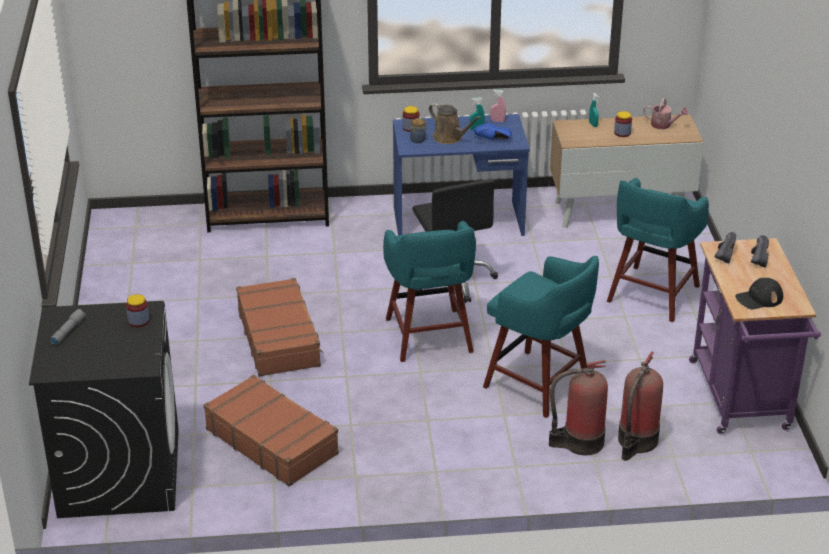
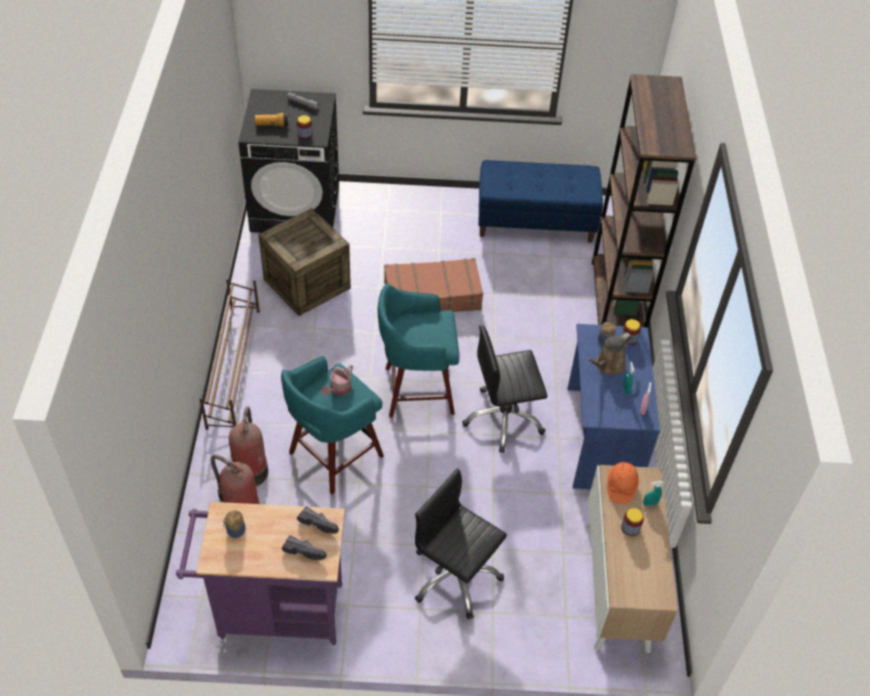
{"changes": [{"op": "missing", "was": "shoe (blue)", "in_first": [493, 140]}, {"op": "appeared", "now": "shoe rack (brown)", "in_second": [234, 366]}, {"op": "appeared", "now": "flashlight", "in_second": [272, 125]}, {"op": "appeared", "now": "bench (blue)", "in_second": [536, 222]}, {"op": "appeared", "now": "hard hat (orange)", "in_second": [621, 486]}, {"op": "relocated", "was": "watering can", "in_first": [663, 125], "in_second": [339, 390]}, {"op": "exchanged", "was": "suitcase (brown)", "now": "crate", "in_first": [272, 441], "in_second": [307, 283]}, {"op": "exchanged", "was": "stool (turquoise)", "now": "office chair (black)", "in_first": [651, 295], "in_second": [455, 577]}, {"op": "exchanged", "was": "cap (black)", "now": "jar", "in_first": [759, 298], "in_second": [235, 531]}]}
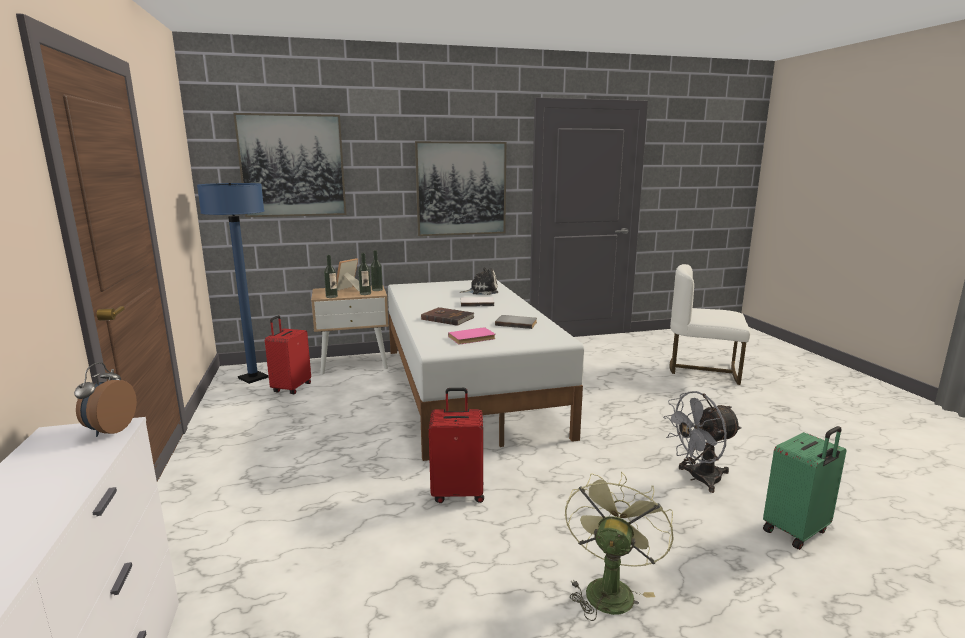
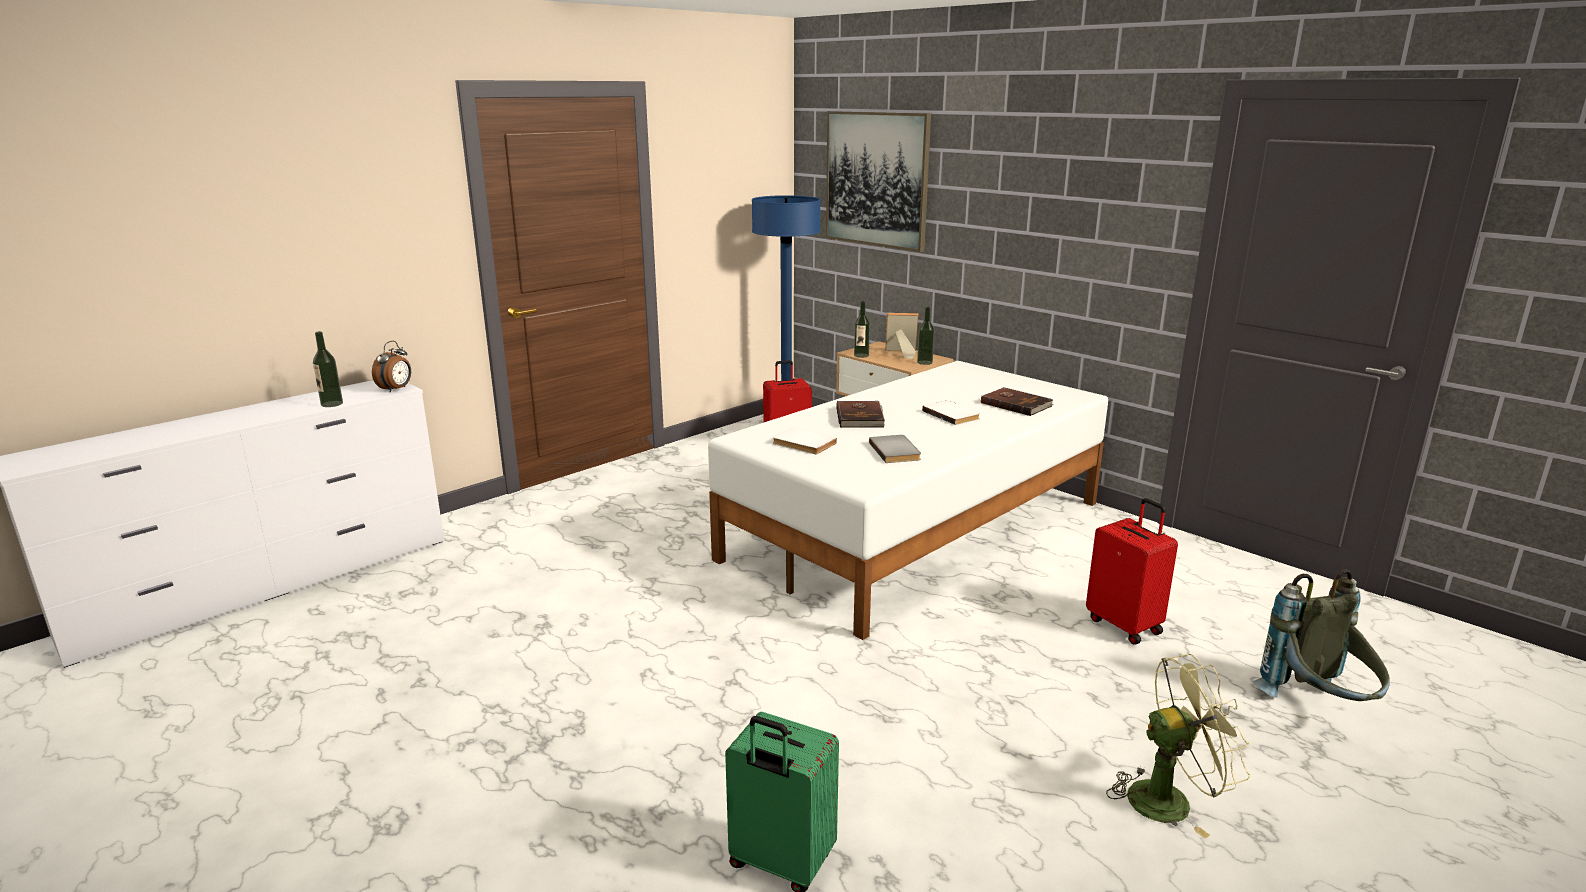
{"changes": [{"op": "missing", "was": "picture", "in_first": [461, 188]}, {"op": "missing", "was": "fan (grey)", "in_first": [698, 479]}, {"op": "relocated", "was": "bottle", "in_first": [365, 293], "in_second": [332, 404]}, {"op": "relocated", "was": "suitcase (red)", "in_first": [458, 492], "in_second": [1125, 625]}, {"op": "relocated", "was": "fan (green)", "in_first": [609, 588], "in_second": [1170, 799]}, {"op": "exchanged", "was": "plush toy", "now": "book (brown)", "in_first": [481, 291], "in_second": [1016, 404]}, {"op": "exchanged", "was": "chair (white)", "now": "backpack (grey)", "in_first": [703, 369], "in_second": [1319, 708]}, {"op": "colour", "was": "book (pink)", "now": "book (white)", "in_first": [472, 338], "in_second": [802, 444]}, {"op": "spun", "was": "alarm clock", "in_first": [109, 430], "in_second": [396, 389], "clockwise": 135}]}
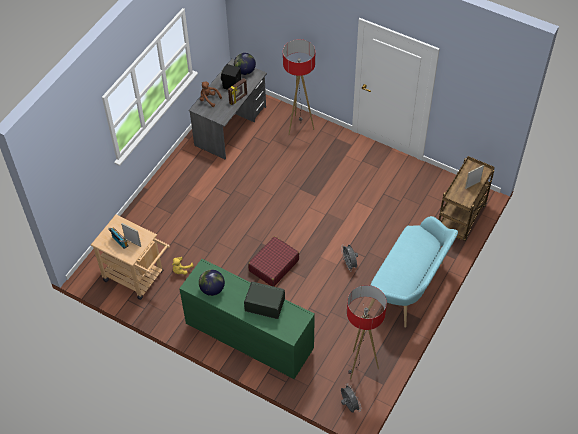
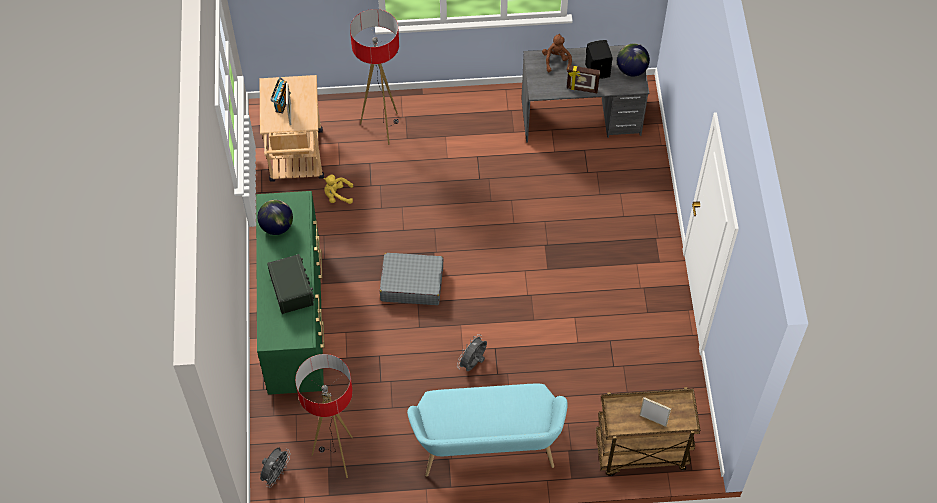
{"changes": [{"op": "relocated", "was": "floor lamp", "in_first": [299, 126], "in_second": [382, 127]}, {"op": "colour", "was": "suitcase (red)", "now": "suitcase (grey)", "in_first": [273, 265], "in_second": [411, 284]}]}
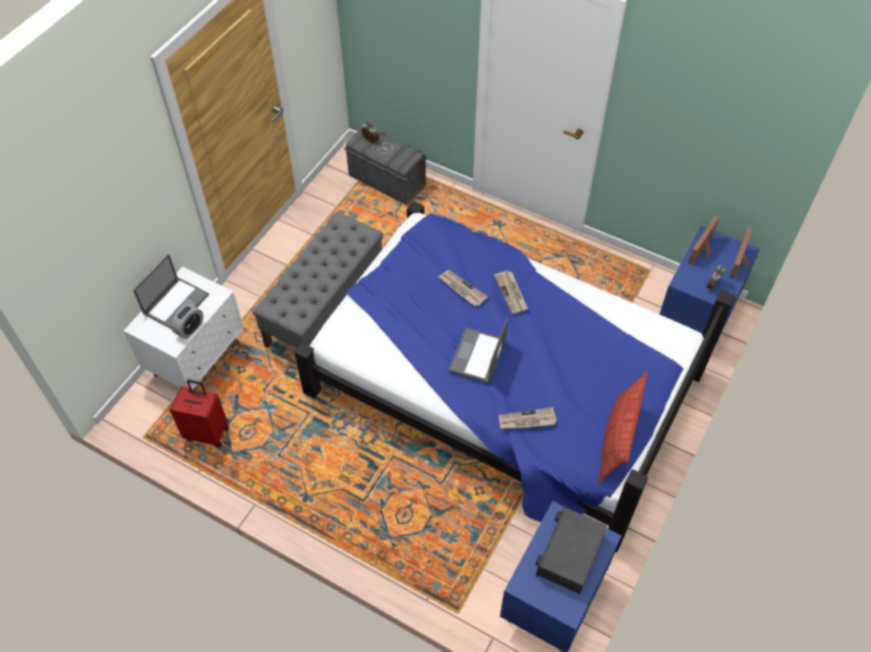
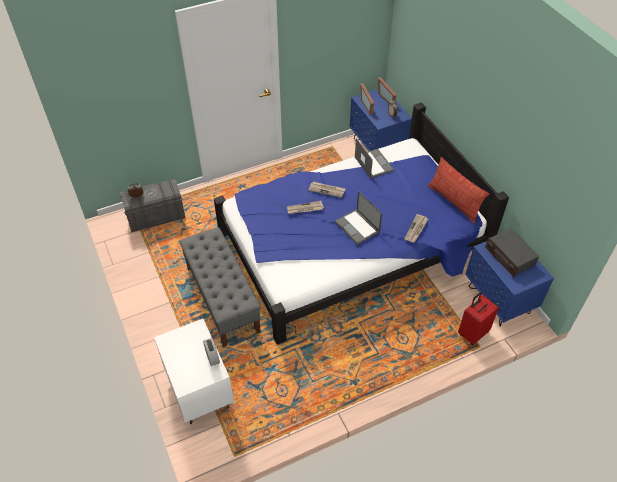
{"changes": [{"op": "relocated", "was": "laptop", "in_first": [176, 303], "in_second": [373, 163]}, {"op": "relocated", "was": "suitcase (red)", "in_first": [207, 432], "in_second": [472, 333]}]}
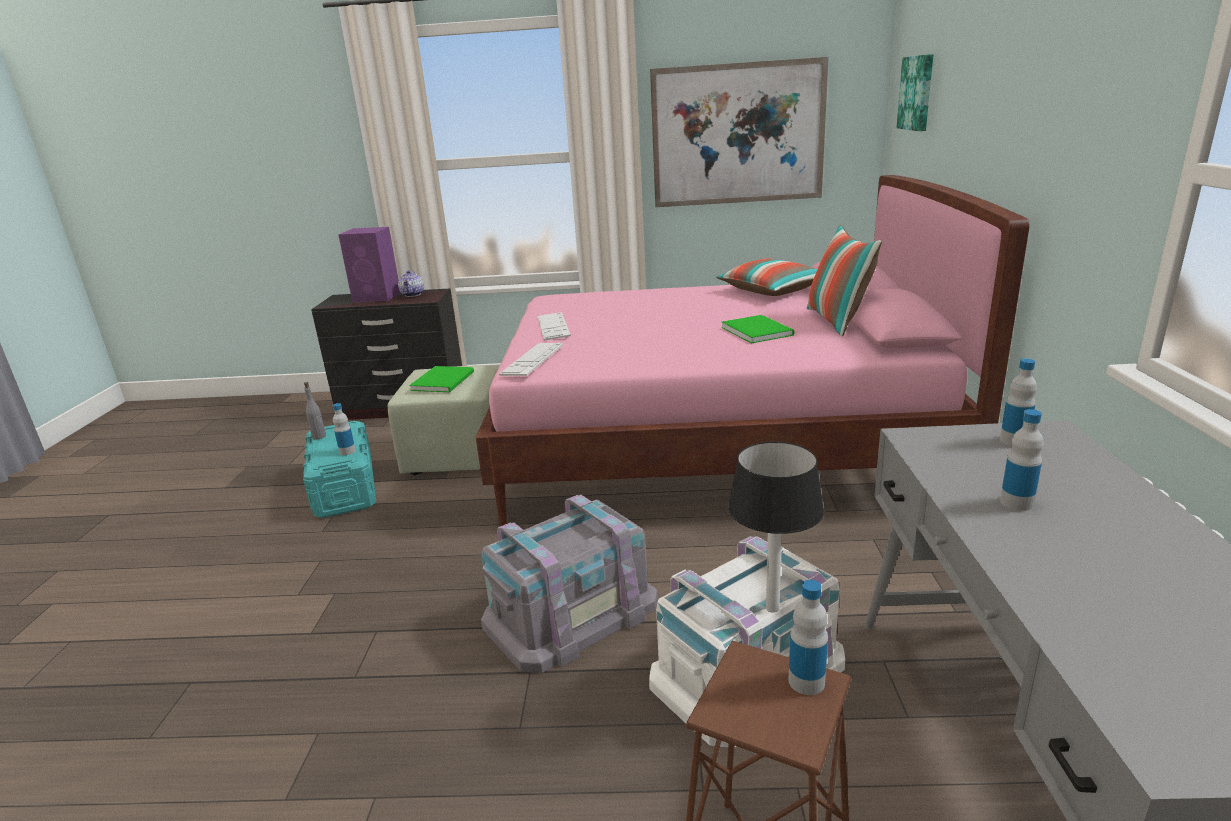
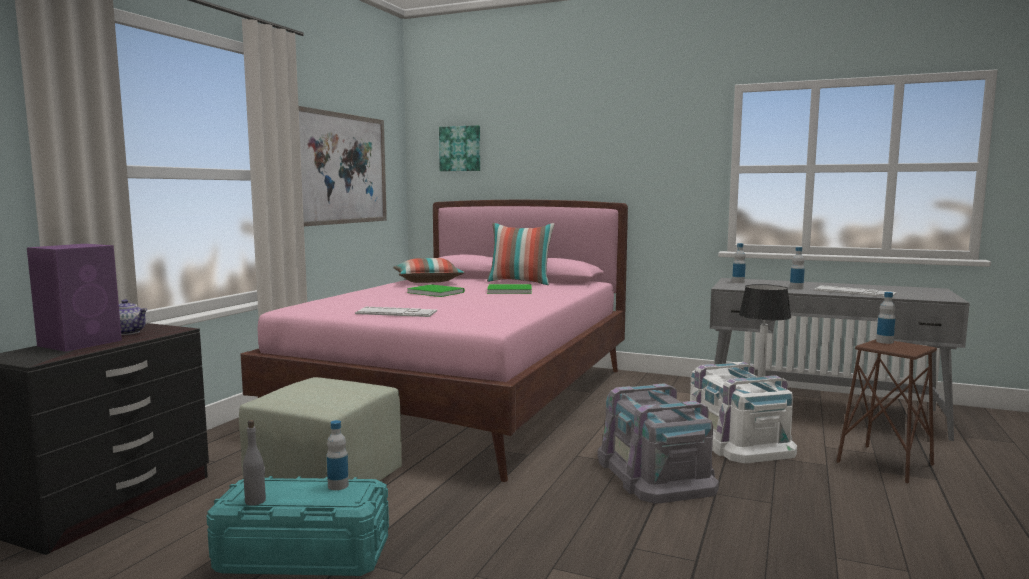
{"changes": [{"op": "relocated", "was": "book (green)", "in_first": [445, 380], "in_second": [435, 292]}, {"op": "relocated", "was": "keyboard", "in_first": [533, 360], "in_second": [854, 292]}]}
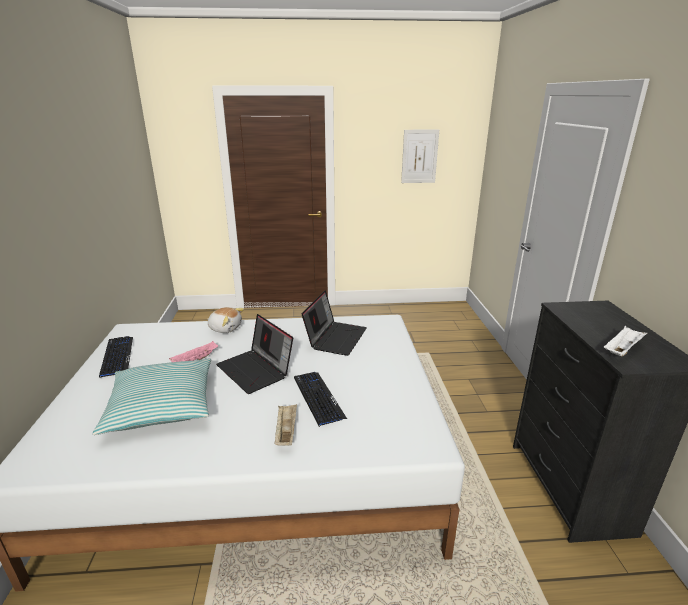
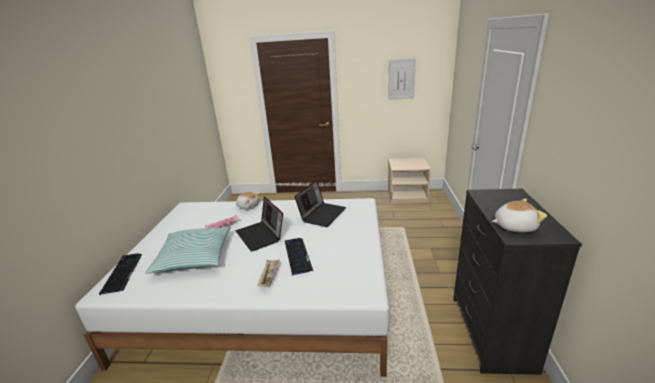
{"changes": [{"op": "appeared", "now": "nightstand (beige)", "in_second": [407, 196]}, {"op": "relocated", "was": "keyboard", "in_first": [117, 356], "in_second": [122, 273]}, {"op": "exchanged", "was": "tray (white)", "now": "plush toy", "in_first": [622, 350], "in_second": [514, 226]}]}
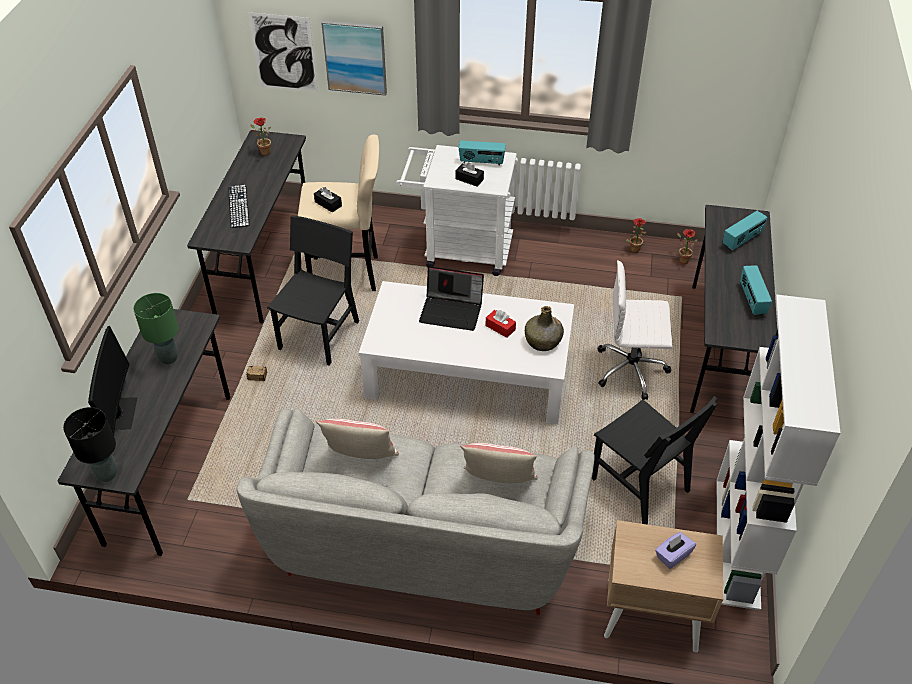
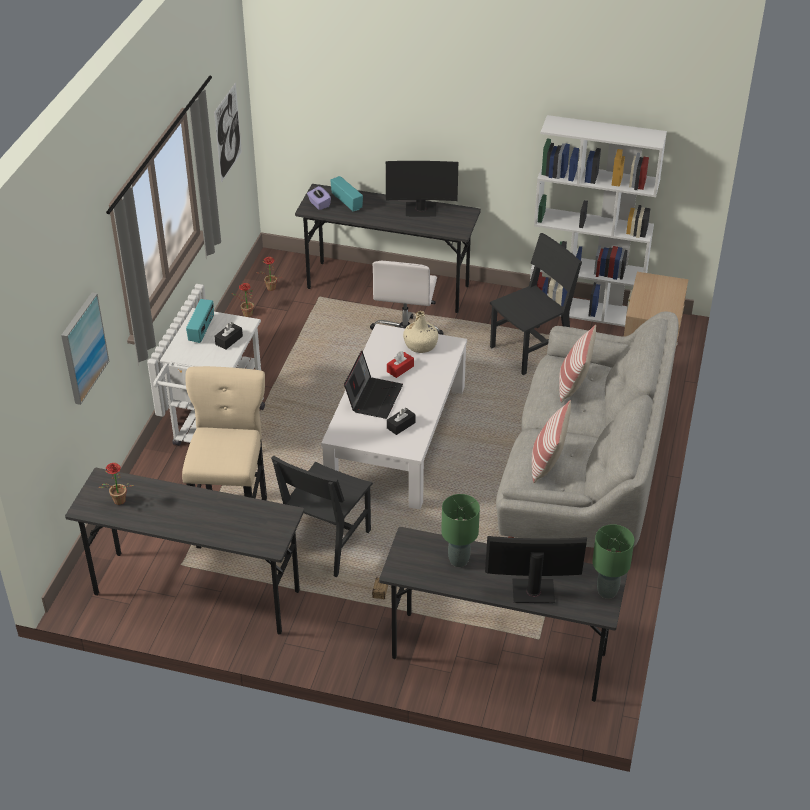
{"changes": [{"op": "missing", "was": "keyboard", "in_first": [238, 206]}, {"op": "relocated", "was": "picture", "in_first": [284, 52], "in_second": [228, 132]}, {"op": "relocated", "was": "tissue box (black)", "in_first": [328, 204], "in_second": [401, 425]}, {"op": "relocated", "was": "tissue box (purple)", "in_first": [672, 555], "in_second": [319, 204]}, {"op": "exchanged", "was": "radio", "now": "monitor", "in_first": [751, 299], "in_second": [421, 210]}, {"op": "colour", "was": "table lamp (black)", "now": "table lamp (green)", "in_first": [106, 475], "in_second": [607, 591]}, {"op": "colour", "was": "bottle (green)", "now": "bottle (beige)", "in_first": [543, 341], "in_second": [421, 345]}, {"op": "spun", "was": "chair (black)", "in_first": [319, 335], "in_second": [326, 543], "clockwise": -90}]}
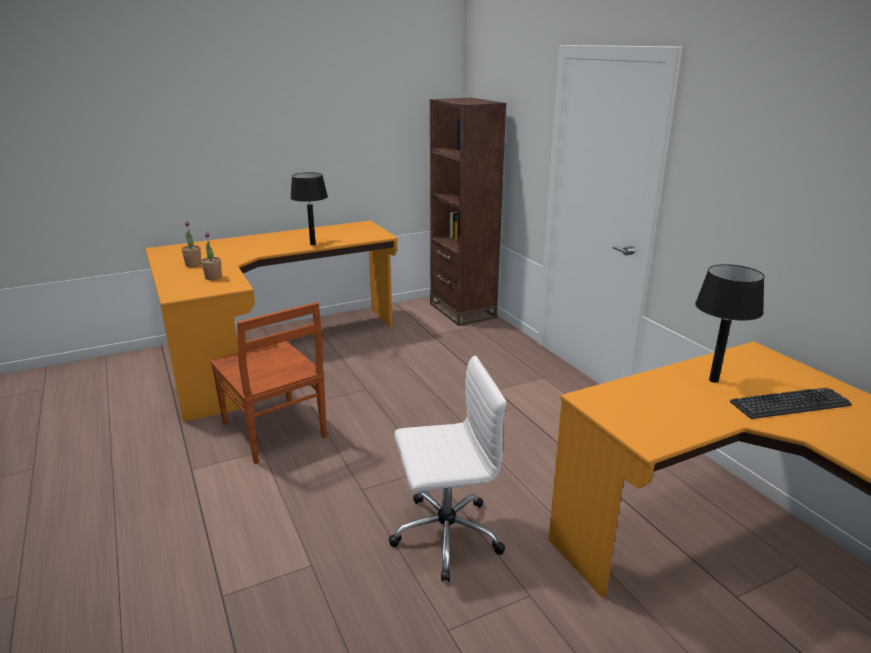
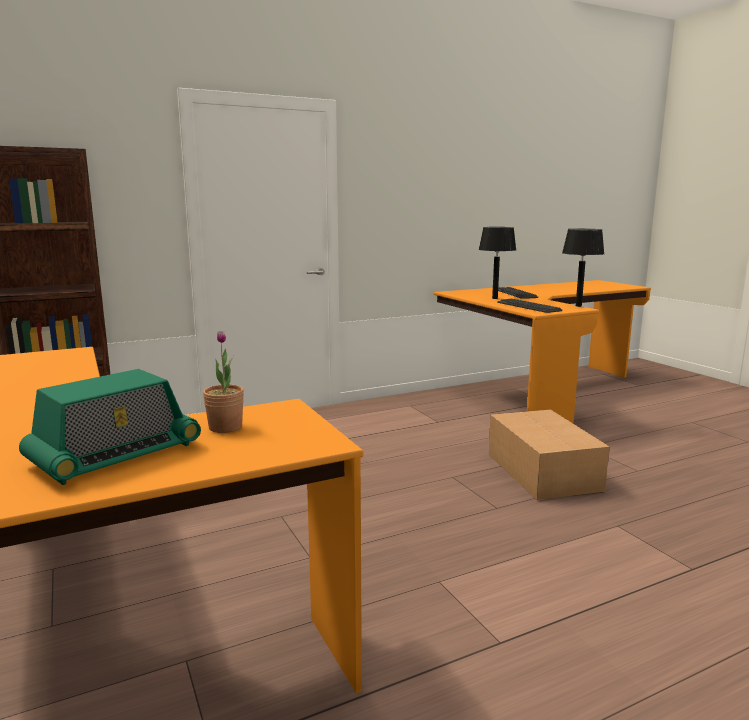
{"changes": [{"op": "missing", "was": "chair (brown)", "in_first": [275, 431]}, {"op": "appeared", "now": "keyboard", "in_second": [528, 307]}, {"op": "relocated", "was": "table lamp (black)", "in_first": [312, 244], "in_second": [579, 306]}, {"op": "exchanged", "was": "potted plant", "now": "radio", "in_first": [193, 265], "in_second": [115, 455]}, {"op": "exchanged", "was": "office chair (white)", "now": "cardboard box", "in_first": [444, 535], "in_second": [542, 471]}]}
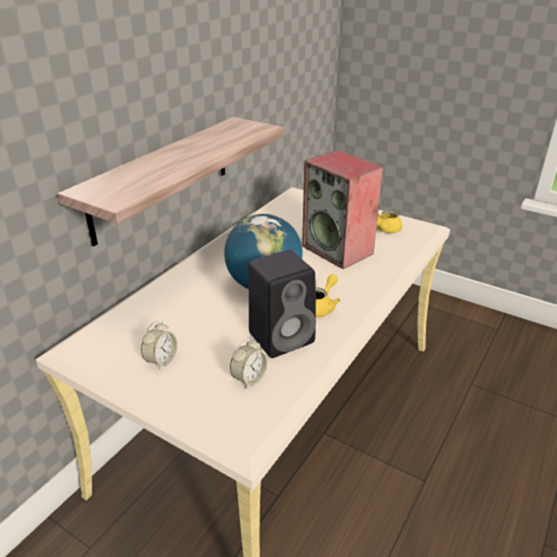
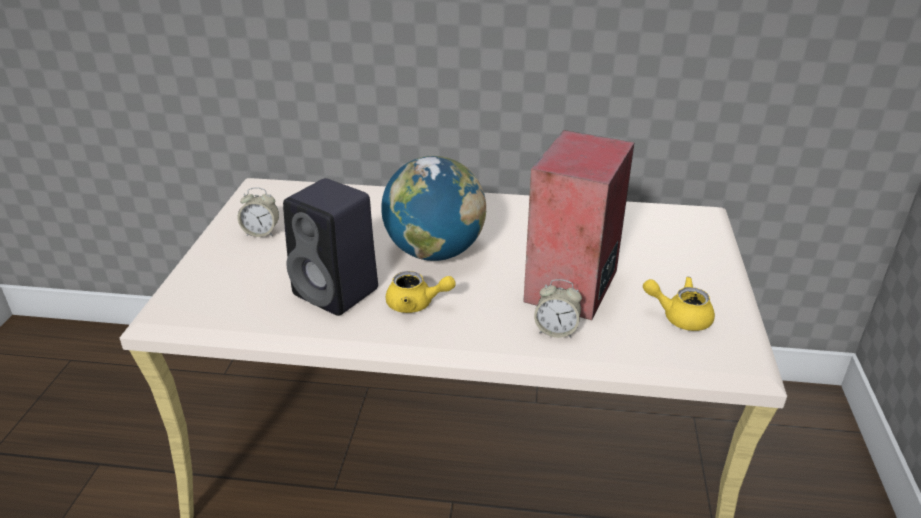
{"changes": [{"op": "missing", "was": "shelf", "in_first": [162, 177]}, {"op": "relocated", "was": "alarm clock", "in_first": [249, 378], "in_second": [556, 330]}]}
